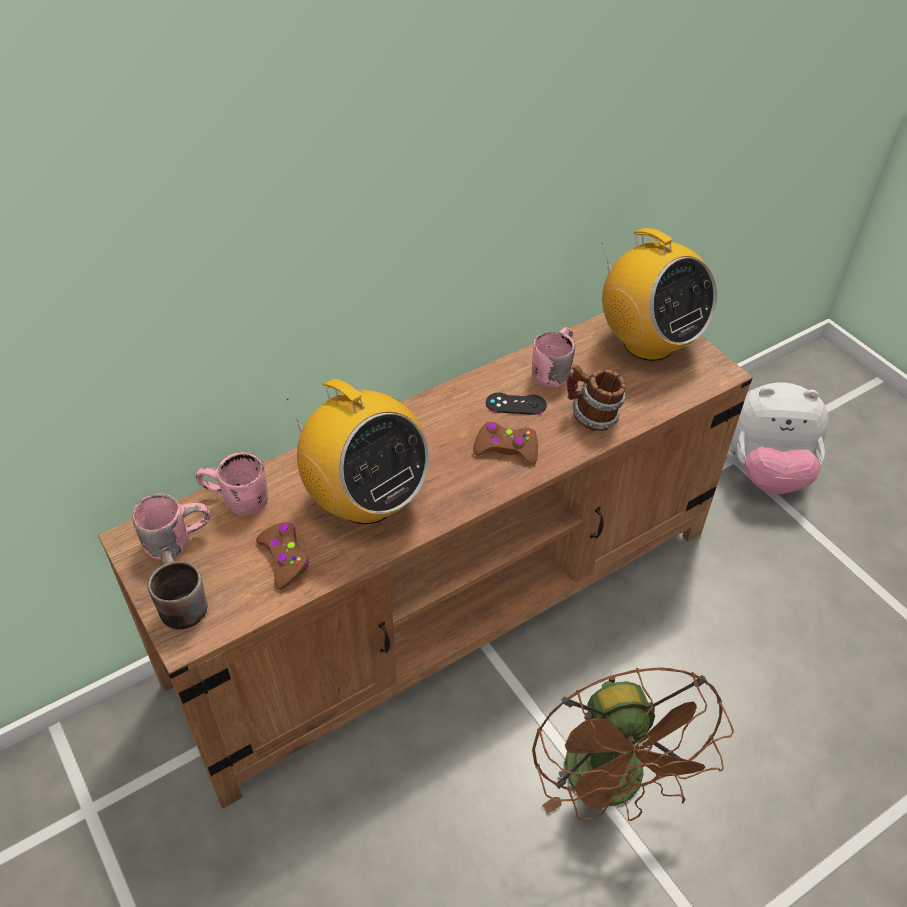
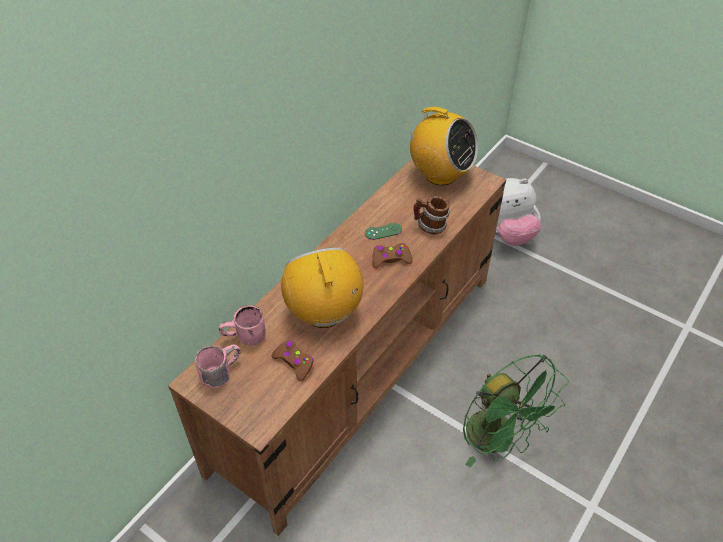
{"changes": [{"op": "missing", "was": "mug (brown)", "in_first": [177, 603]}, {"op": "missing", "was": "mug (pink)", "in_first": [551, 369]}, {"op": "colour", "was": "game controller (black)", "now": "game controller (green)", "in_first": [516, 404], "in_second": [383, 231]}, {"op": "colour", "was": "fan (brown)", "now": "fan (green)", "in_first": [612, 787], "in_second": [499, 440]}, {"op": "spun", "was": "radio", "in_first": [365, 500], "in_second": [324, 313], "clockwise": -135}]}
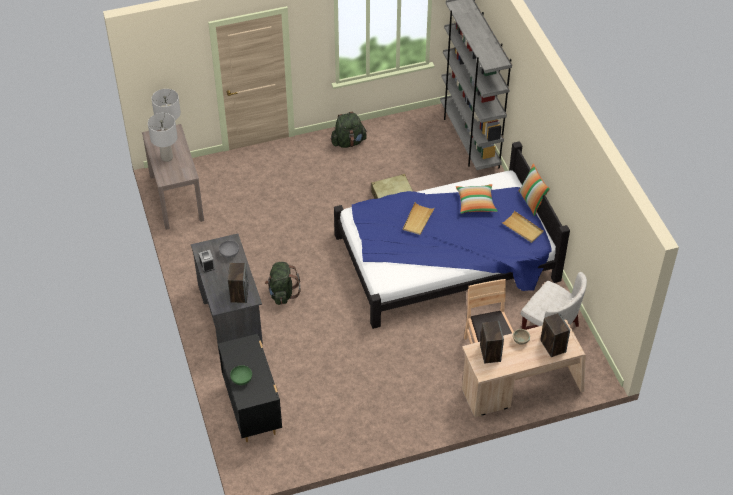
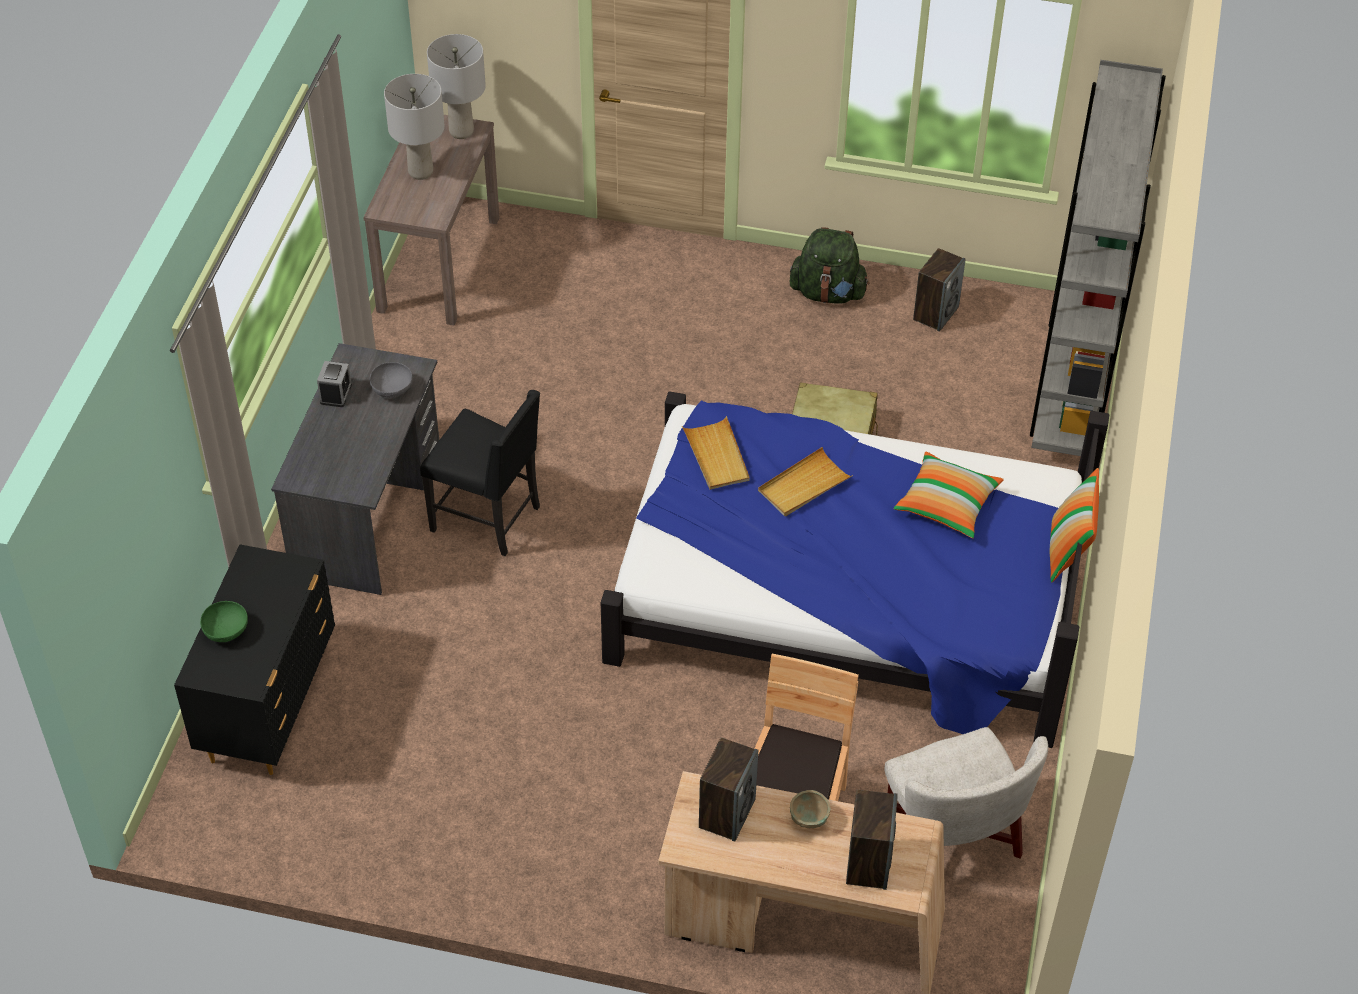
{"changes": [{"op": "relocated", "was": "speaker", "in_first": [239, 294], "in_second": [935, 313]}, {"op": "relocated", "was": "tray (beige)", "in_first": [522, 228], "in_second": [716, 456]}, {"op": "exchanged", "was": "backpack (green)", "now": "chair (black)", "in_first": [282, 293], "in_second": [488, 518]}]}
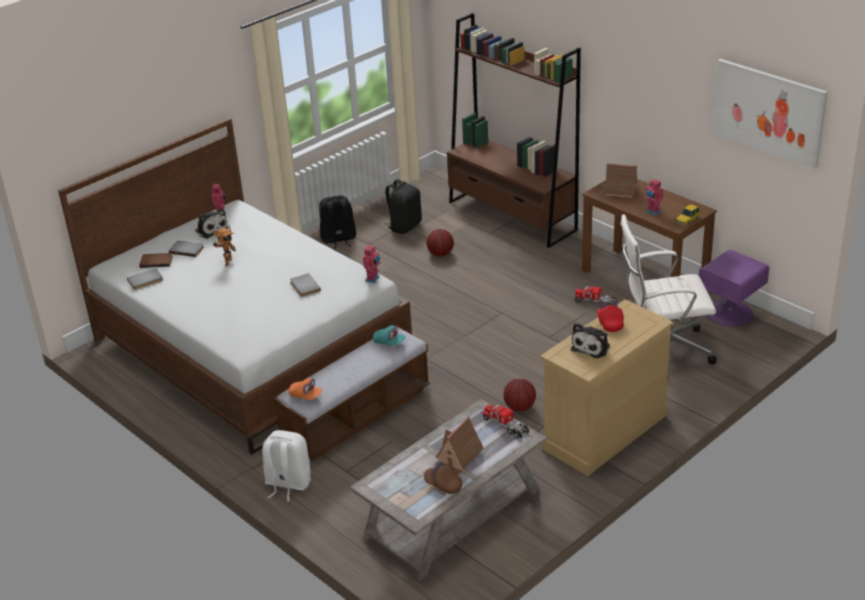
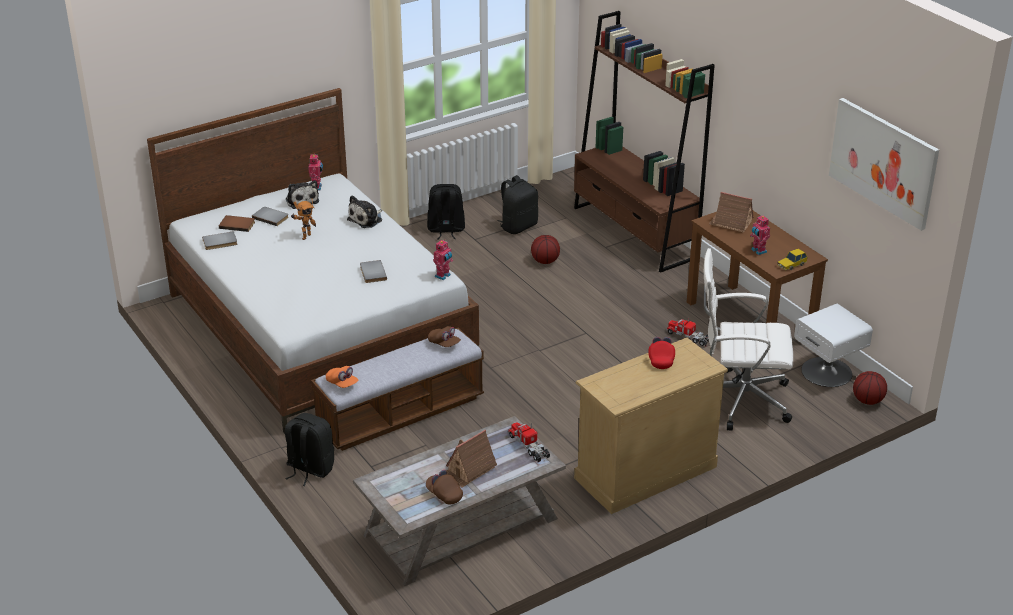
{"changes": [{"op": "relocated", "was": "basketball", "in_first": [520, 407], "in_second": [868, 401]}, {"op": "relocated", "was": "plush toy", "in_first": [592, 347], "in_second": [366, 219]}, {"op": "colour", "was": "backpack (white)", "now": "backpack (black)", "in_first": [287, 484], "in_second": [309, 469]}, {"op": "colour", "was": "cap (turquoise)", "now": "cap (brown)", "in_first": [389, 342], "in_second": [444, 343]}, {"op": "colour", "was": "nightstand (purple)", "now": "nightstand (white)", "in_first": [729, 312], "in_second": [827, 371]}]}
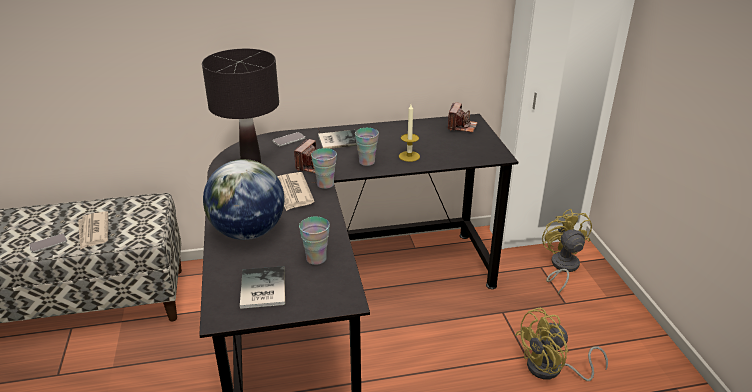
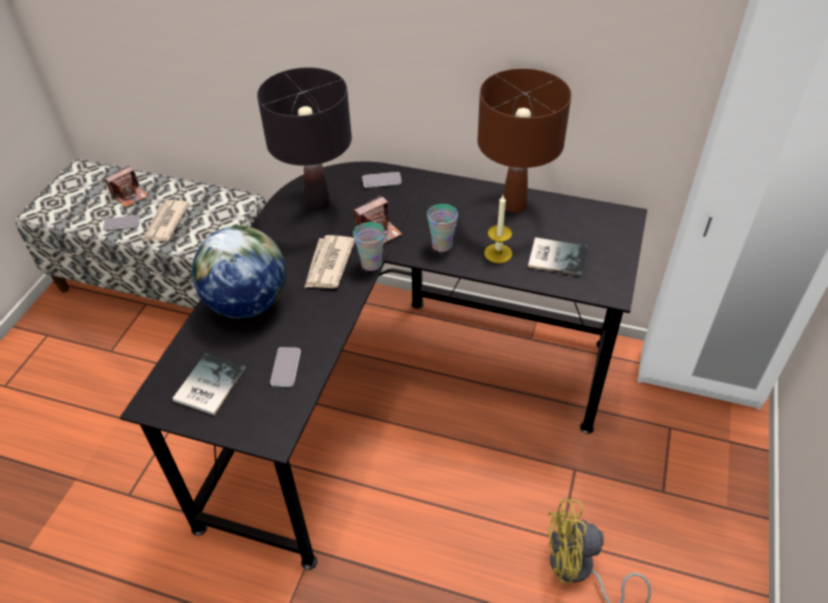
{"changes": [{"op": "missing", "was": "fan (yellow)", "in_first": [562, 267]}, {"op": "appeared", "now": "table lamp (brown)", "in_second": [514, 205]}, {"op": "relocated", "was": "book", "in_first": [338, 140], "in_second": [556, 256]}, {"op": "relocated", "was": "photo camera", "in_first": [461, 126], "in_second": [130, 195]}, {"op": "exchanged", "was": "cup", "now": "phone", "in_first": [316, 258], "in_second": [286, 367]}]}
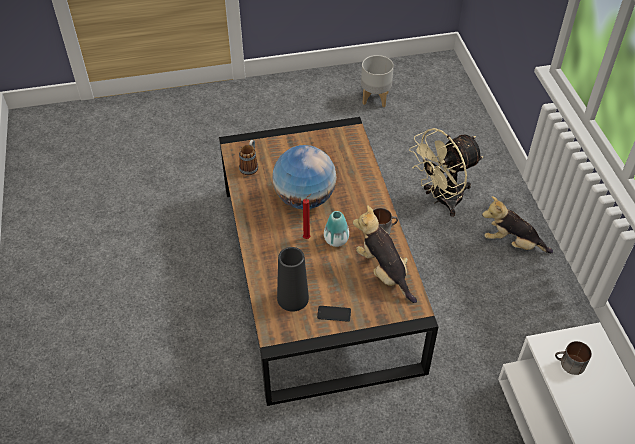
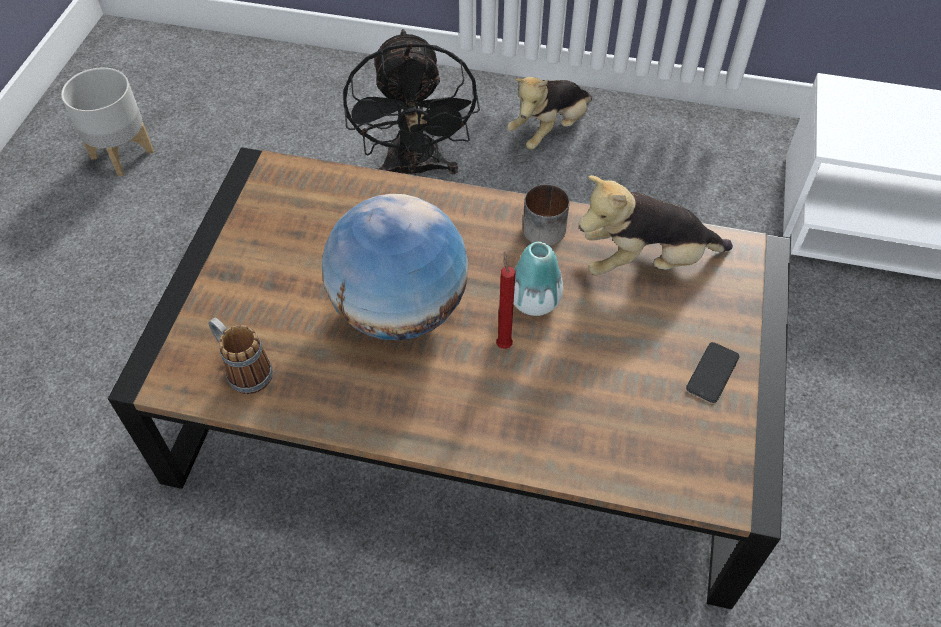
{"changes": [{"op": "missing", "was": "vase (black)", "in_first": [293, 298]}, {"op": "missing", "was": "mug", "in_first": [569, 364]}, {"op": "colour", "was": "fan (beige)", "now": "fan (black)", "in_first": [441, 200], "in_second": [414, 170]}]}
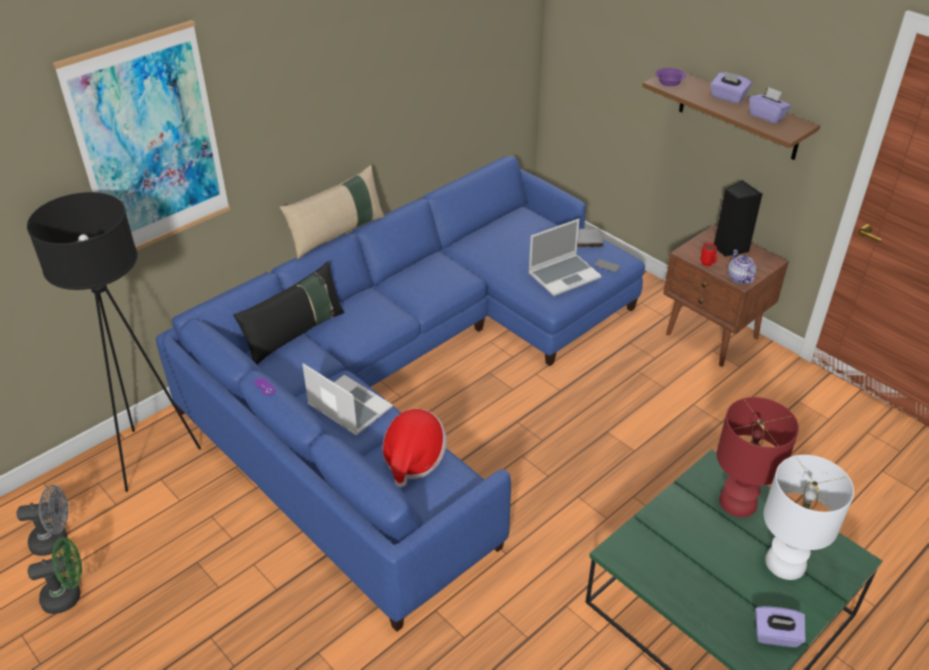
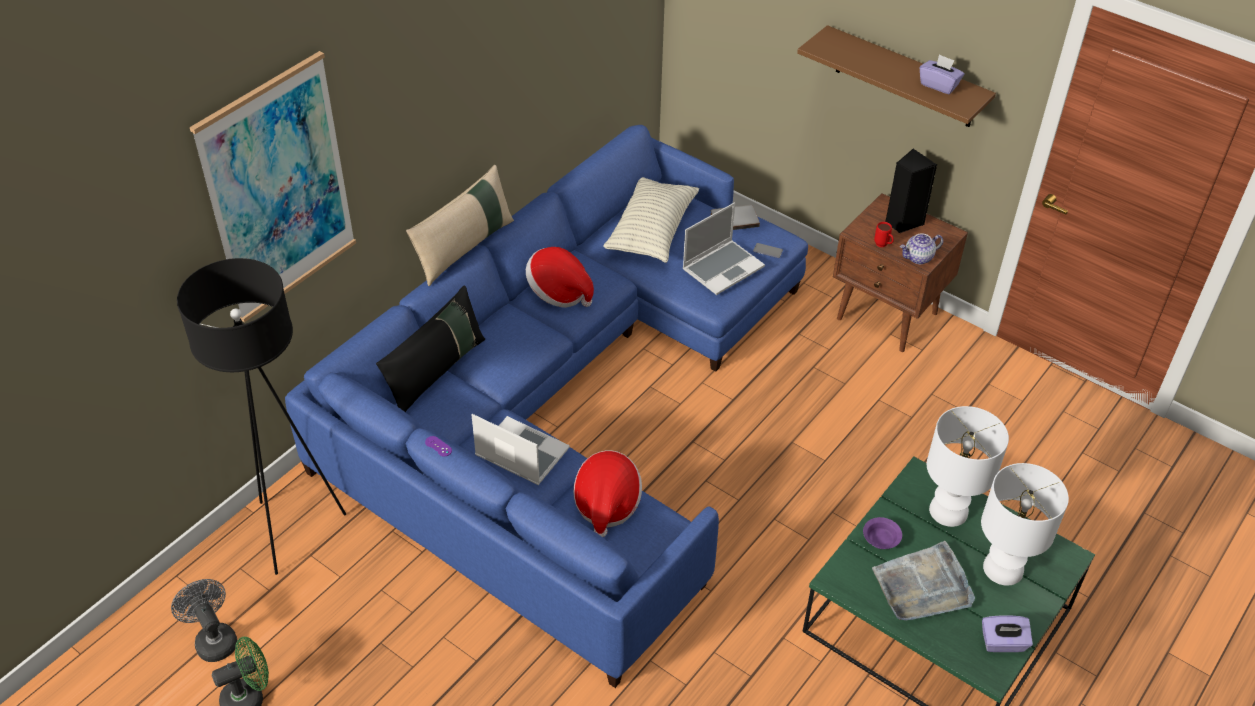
{"changes": [{"op": "missing", "was": "tissue box (purple)", "in_first": [728, 97]}, {"op": "appeared", "now": "hat", "in_second": [559, 292]}, {"op": "appeared", "now": "pillow", "in_second": [652, 231]}, {"op": "appeared", "now": "tray (grey)", "in_second": [923, 586]}, {"op": "relocated", "was": "bowl (purple)", "in_first": [668, 82], "in_second": [880, 539]}, {"op": "colour", "was": "table lamp (red)", "now": "table lamp (white)", "in_first": [738, 502], "in_second": [949, 510]}, {"op": "spun", "was": "fan (grey)", "in_first": [55, 540], "in_second": [213, 639], "clockwise": -105}, {"op": "spun", "was": "teapot", "in_first": [739, 278], "in_second": [918, 258], "clockwise": -90}]}
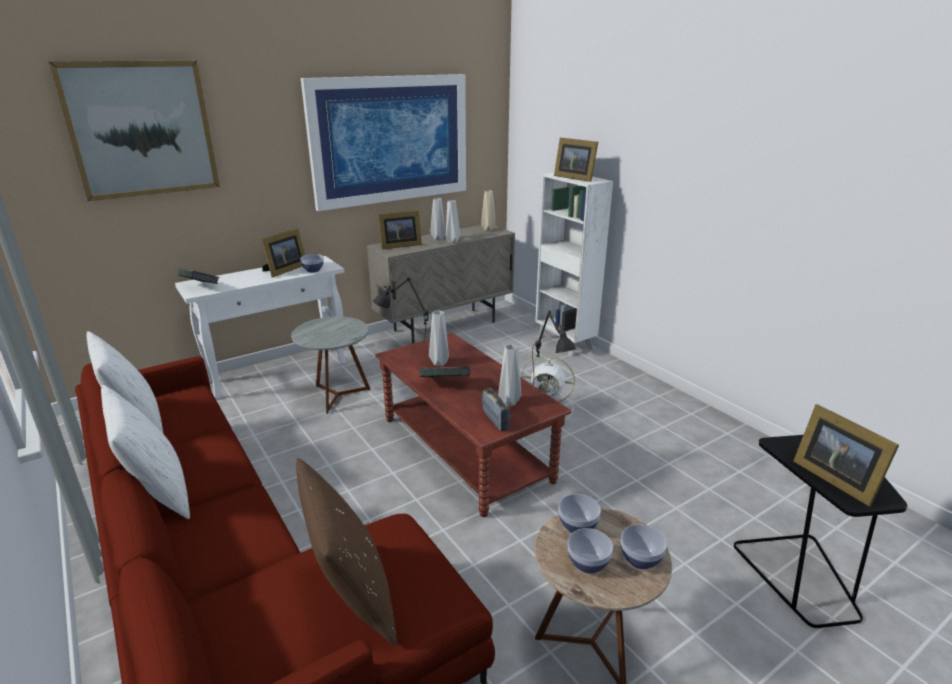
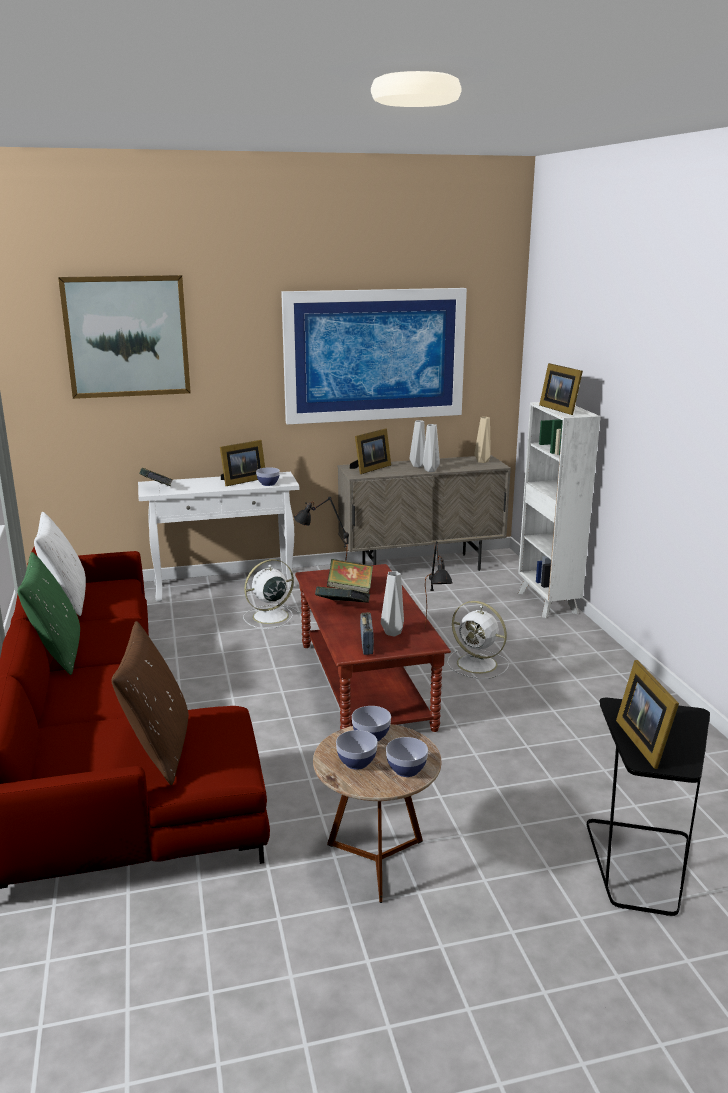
{"changes": [{"op": "exchanged", "was": "side table (grey)", "now": "fan (white)", "in_first": [337, 396], "in_second": [269, 617]}, {"op": "exchanged", "was": "vase (grey)", "now": "book", "in_first": [438, 363], "in_second": [350, 589]}, {"op": "colour", "was": "pillow (white)", "now": "pillow (green)", "in_first": [158, 493], "in_second": [57, 653]}, {"op": "spun", "was": "picture frame", "in_first": [399, 246], "in_second": [370, 469], "clockwise": -45}]}
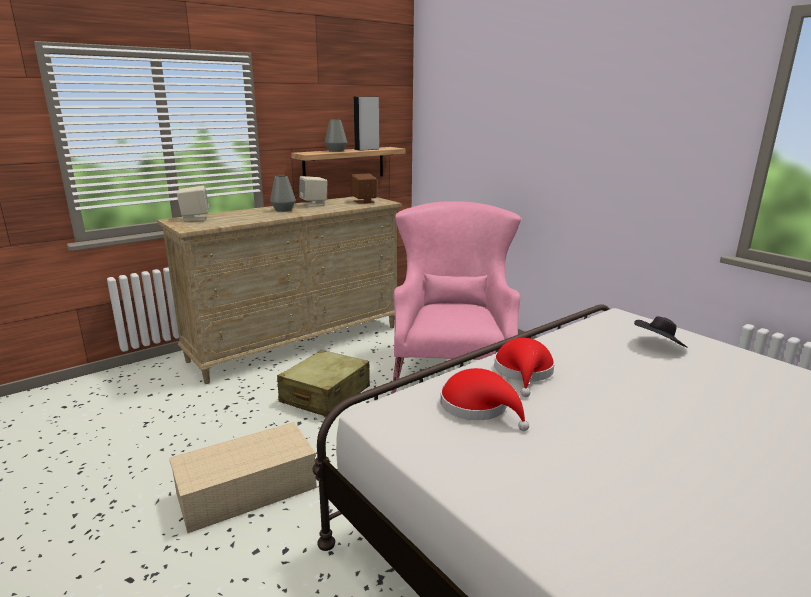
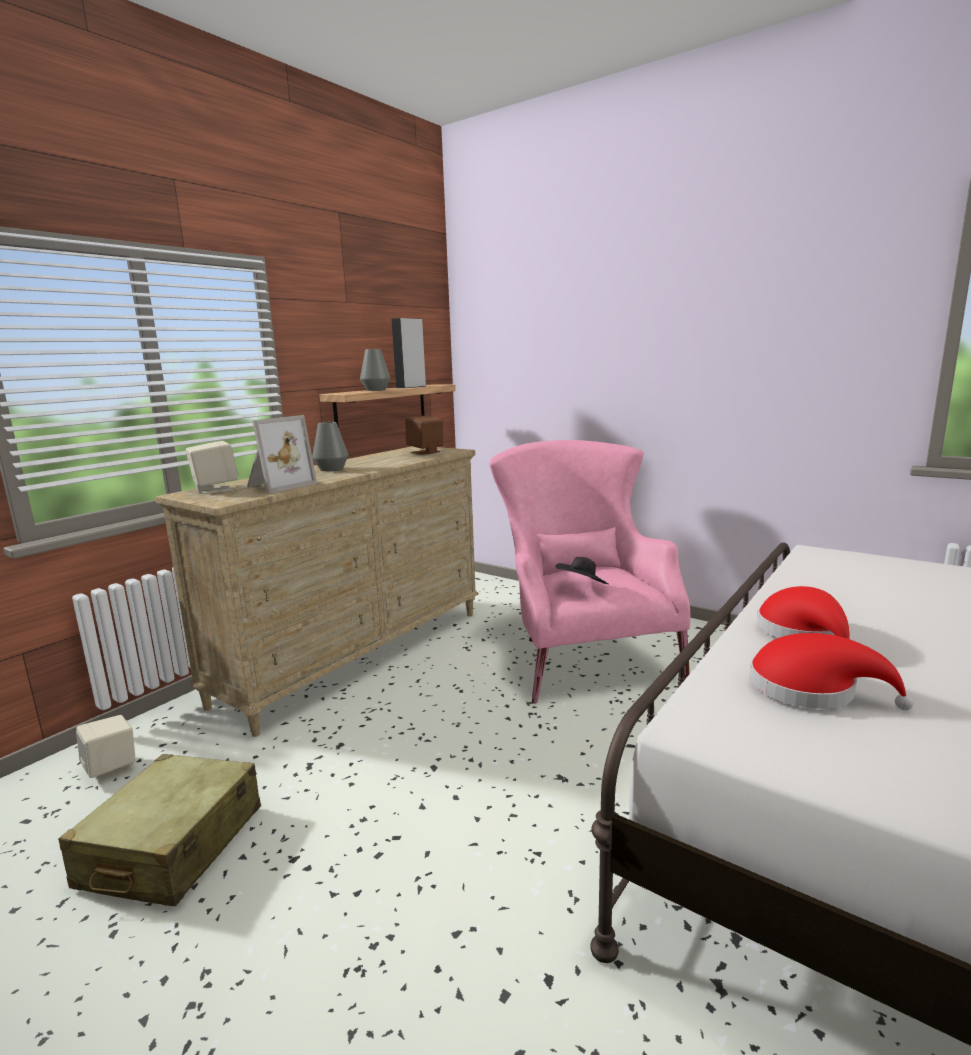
{"changes": [{"op": "missing", "was": "storage box (beige)", "in_first": [245, 492]}, {"op": "appeared", "now": "picture frame", "in_second": [278, 485]}, {"op": "relocated", "was": "suitcase (beige)", "in_first": [325, 395], "in_second": [172, 847]}, {"op": "relocated", "was": "speaker (beige)", "in_first": [314, 204], "in_second": [112, 770]}, {"op": "relocated", "was": "hat (black)", "in_first": [658, 346], "in_second": [582, 587]}]}
